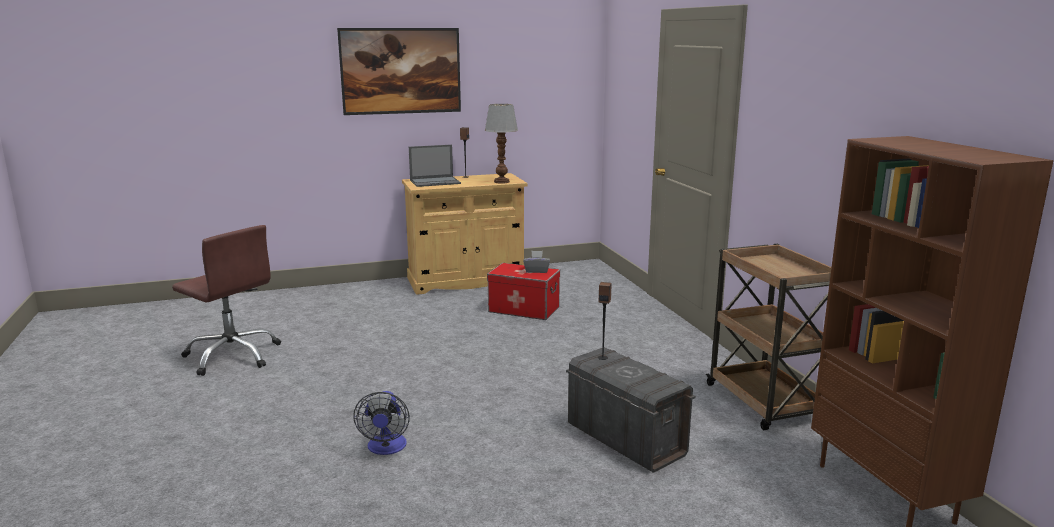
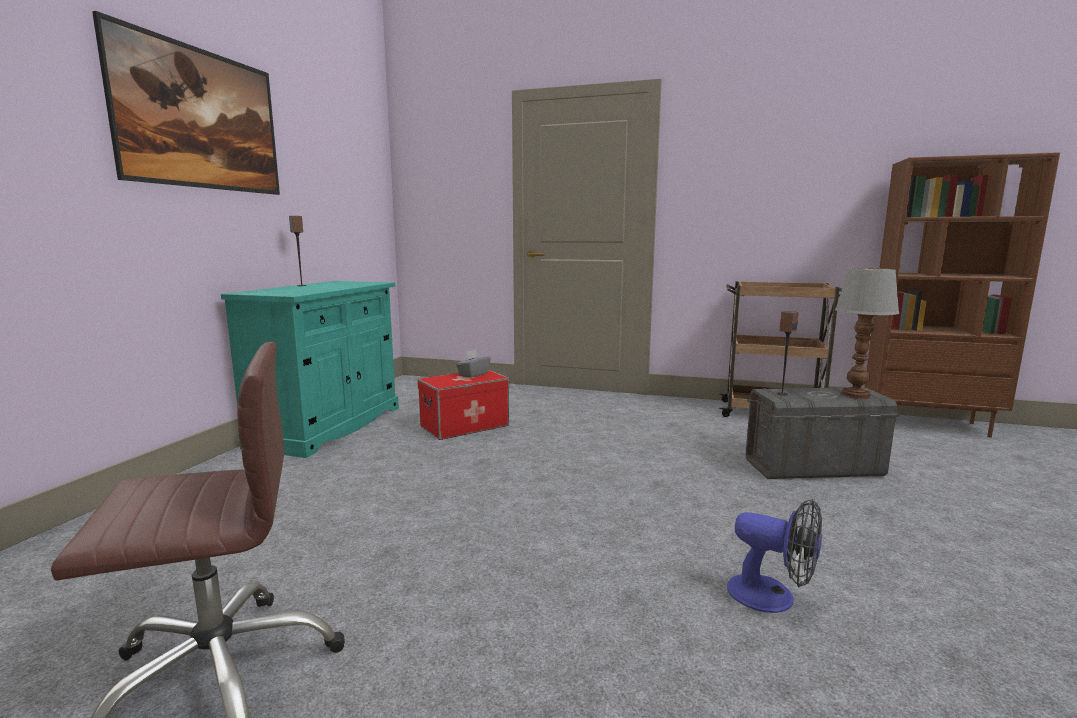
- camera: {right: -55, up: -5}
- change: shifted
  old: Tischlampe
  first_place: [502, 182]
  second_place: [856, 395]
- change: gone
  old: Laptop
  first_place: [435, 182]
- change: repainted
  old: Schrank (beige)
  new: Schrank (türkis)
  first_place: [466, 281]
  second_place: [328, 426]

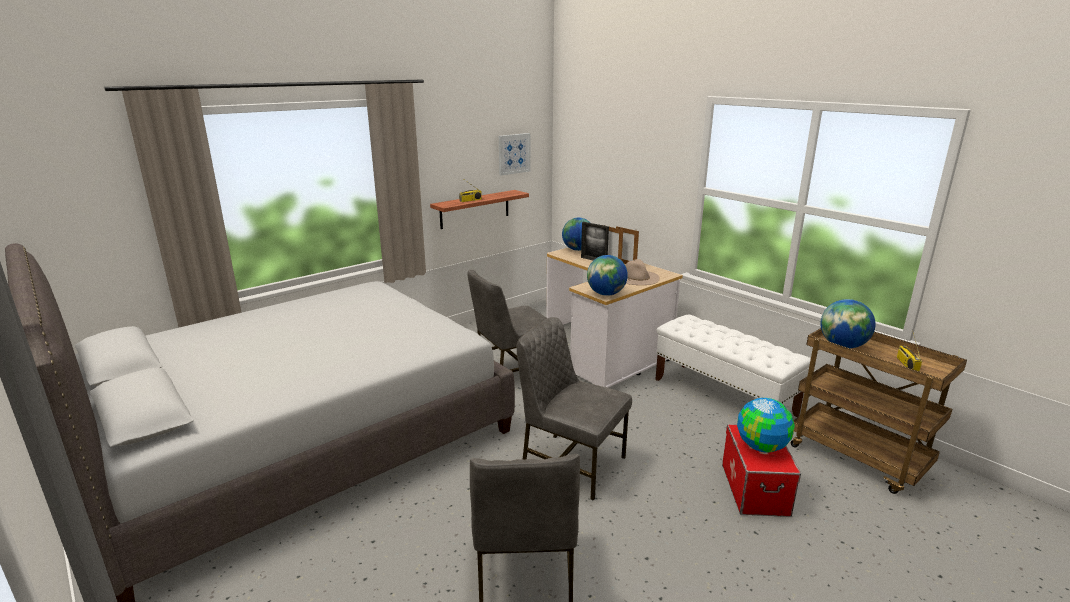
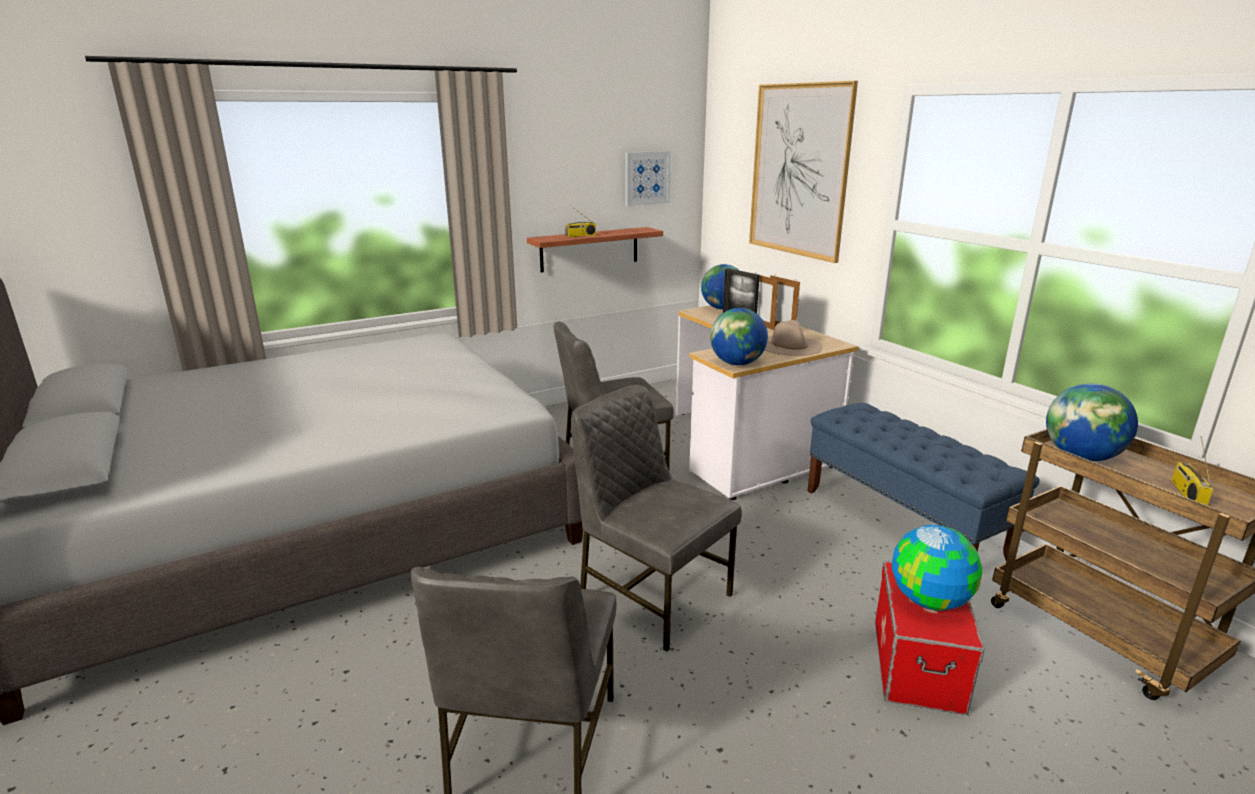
- camera: {right: 10, up: 0}
- change: repainted
  old: Bank (weiß)
  new: Bank (blau)
  first_place: [724, 397]
  second_place: [903, 523]
- change: new
  new: Bild
  second_place: [799, 171]

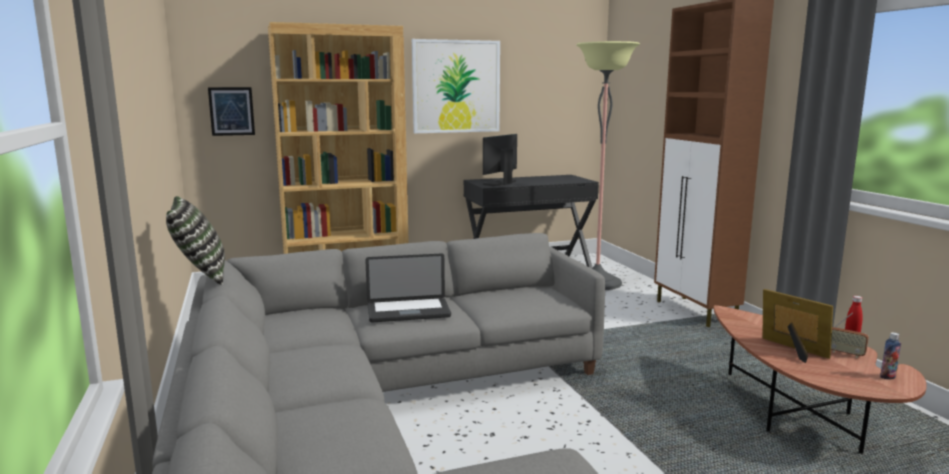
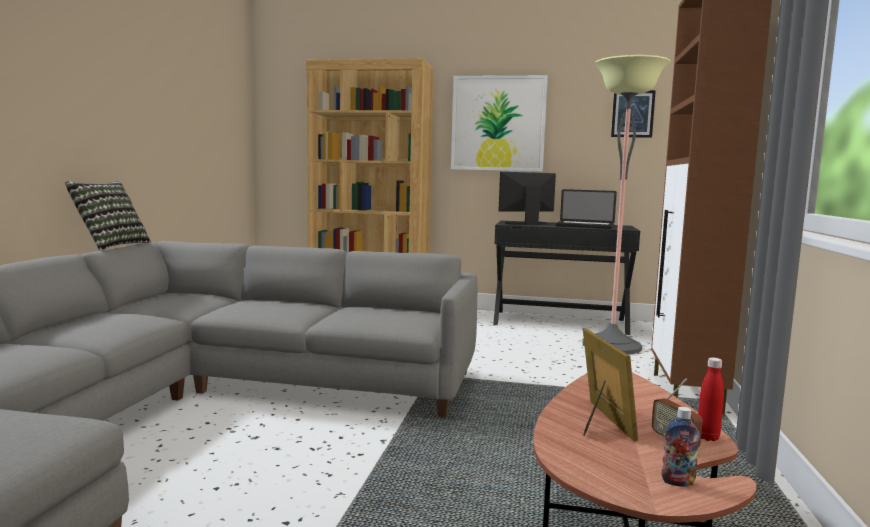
- camera: {right: 30, up: -5}
- change: shifted
  old: Bild
  first_place: [231, 111]
  second_place: [632, 114]
- change: shifted
  old: Laptop
  first_place: [408, 312]
  second_place: [585, 226]

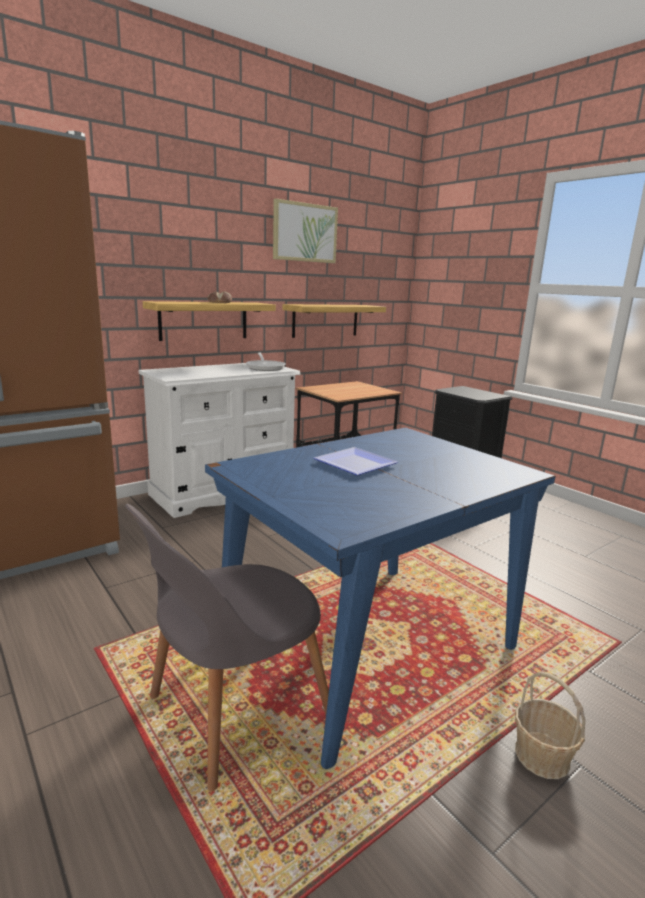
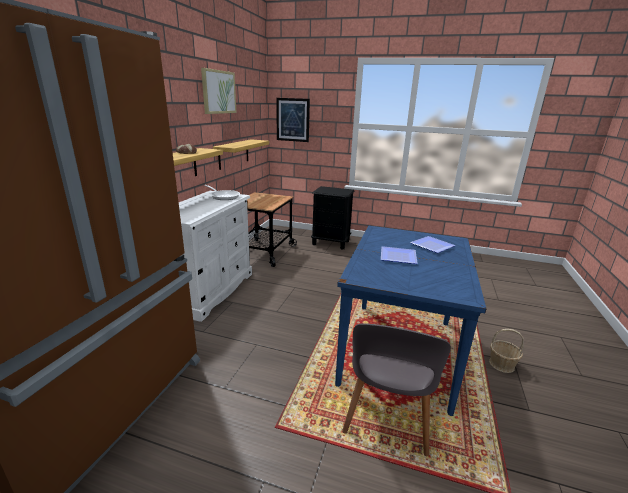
- camera: {right: -35, up: 5}
- change: new
  new: Bild
  second_place: [293, 120]
- change: new
  new: Teller
  second_place: [431, 245]

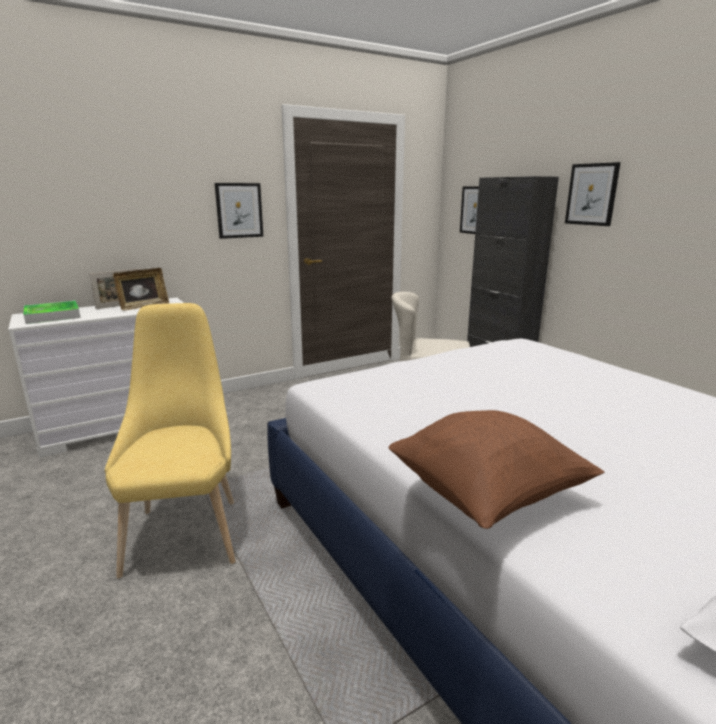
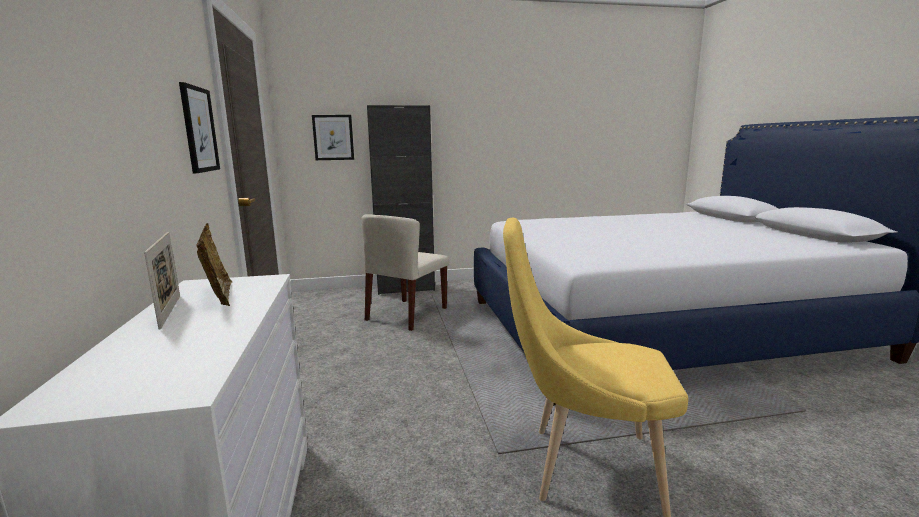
- camera: {right: -70, up: -5}
- change: gone
  old: Bild
  first_place: [591, 194]
- change: gone
  old: Tablett
  first_place: [52, 316]
- change: gone
  old: Kissen (braun)
  first_place: [487, 496]

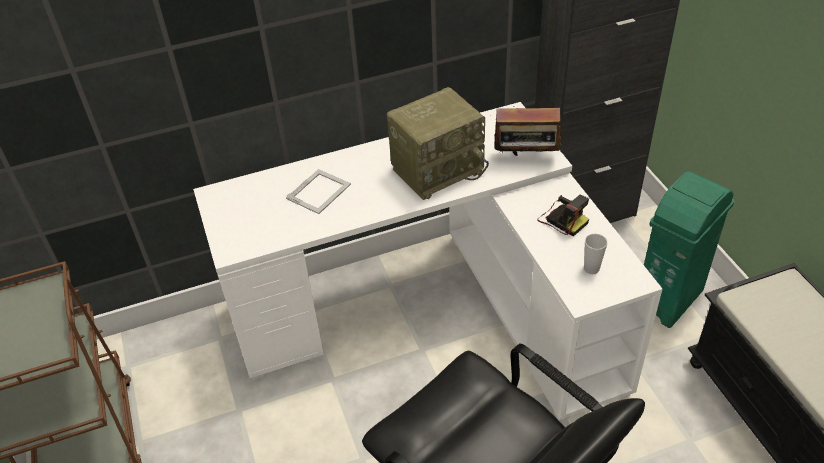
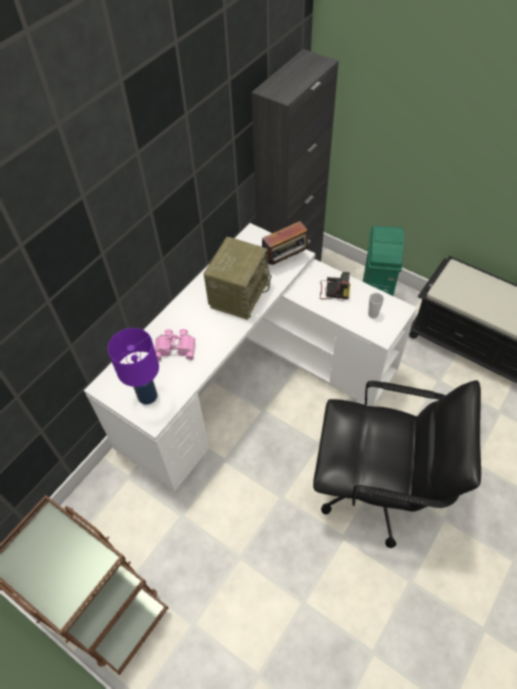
- camera: {right: -35, up: 10}
- change: swapped
  old: Bilderrahmen
  new: Fernglas (rosa)
  first_place: [319, 191]
  second_place: [175, 347]
- change: new
  new: Tischlampe (lila)
  second_place: [147, 396]

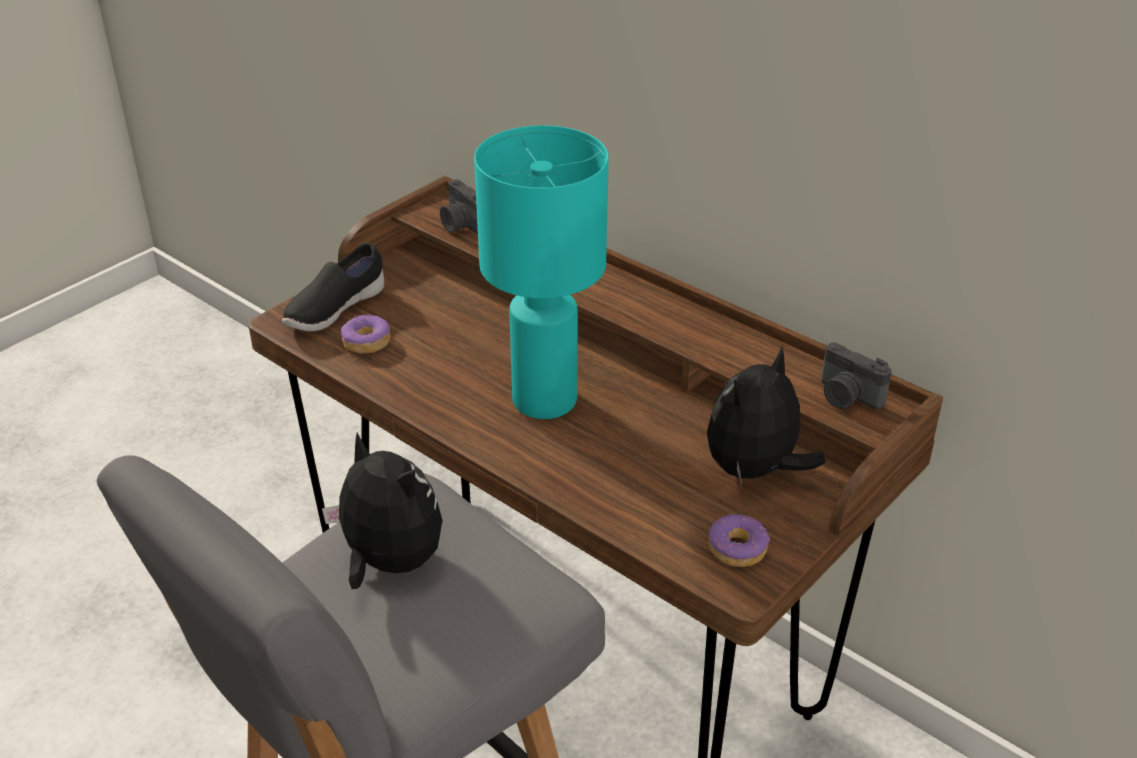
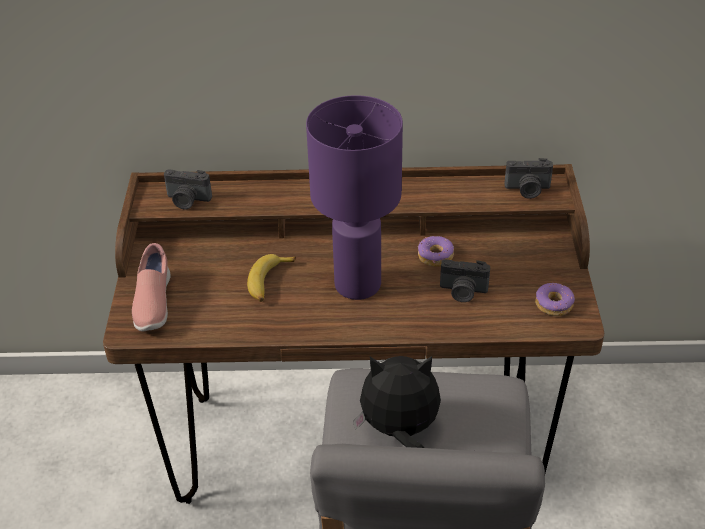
- camera: {right: -40, up: 5}
- change: repainted
  old: Tischlampe (türkis)
  new: Tischlampe (lila)
  first_place: [543, 401]
  second_place: [358, 285]
- change: repainted
  old: Schuh (schwarz)
  new: Schuh (rosa)
  first_place: [334, 310]
  second_place: [153, 304]
- change: shifted
  old: Donut
  first_place: [366, 342]
  second_place: [435, 256]
- change: gone
  old: Plüschtier
  first_place: [754, 471]
- change: new
  new: Banane
  second_place: [269, 282]
- change: new
  new: Kamera
  second_place: [463, 292]

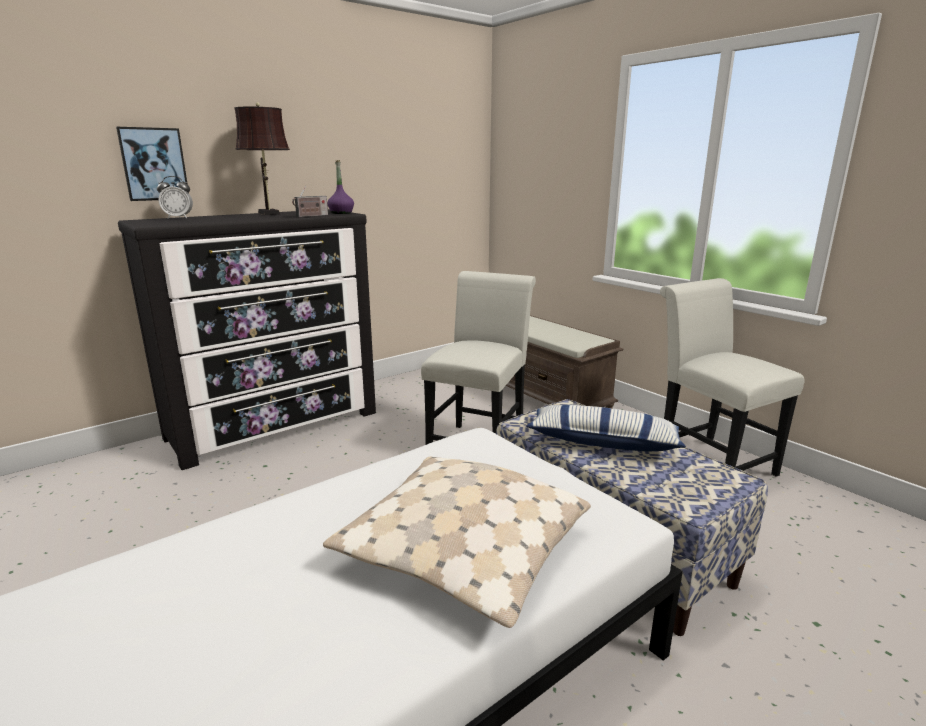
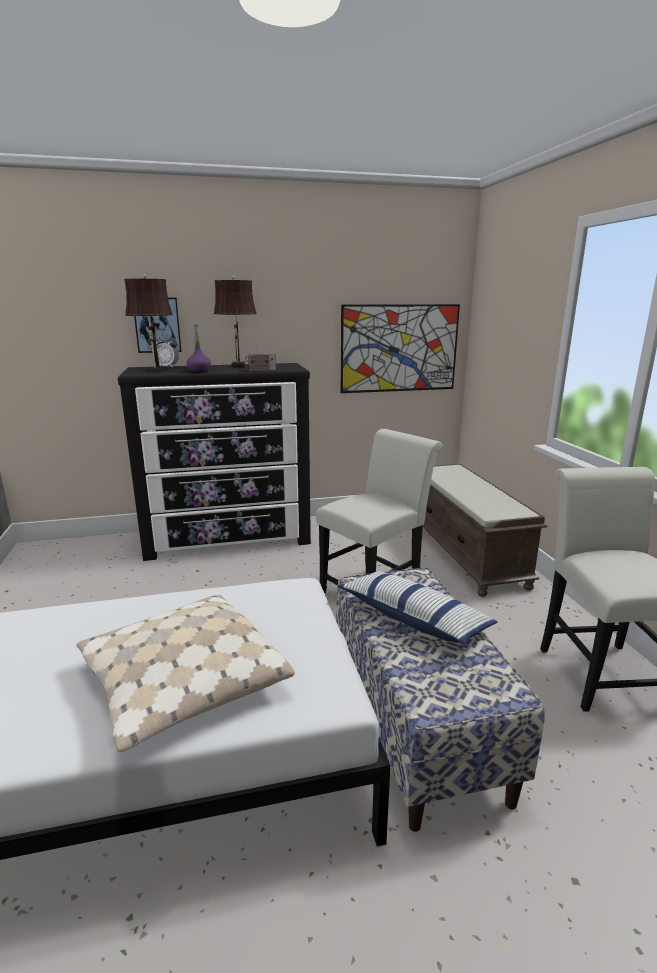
- camera: {right: 25, up: 0}
- change: shifted
  old: Flasche (lila)
  first_place: [341, 213]
  second_place: [199, 371]
- change: new
  new: Tischlampe (braun)
  second_place: [155, 371]
- change: new
  new: Bild
  second_place: [399, 348]

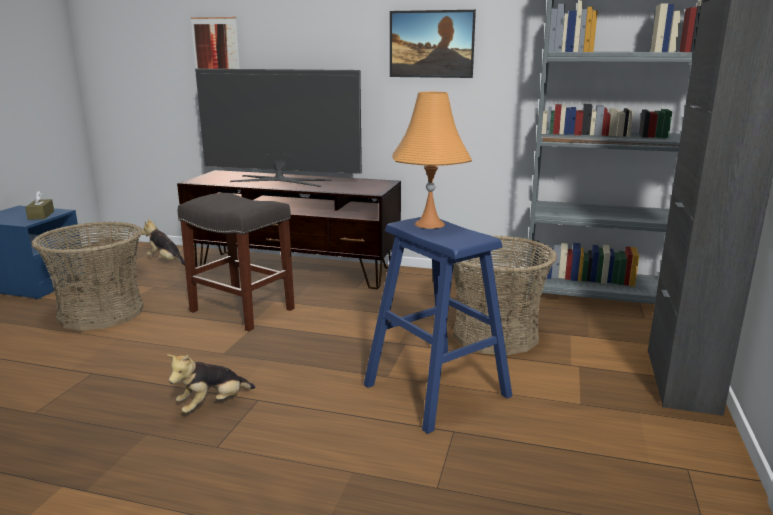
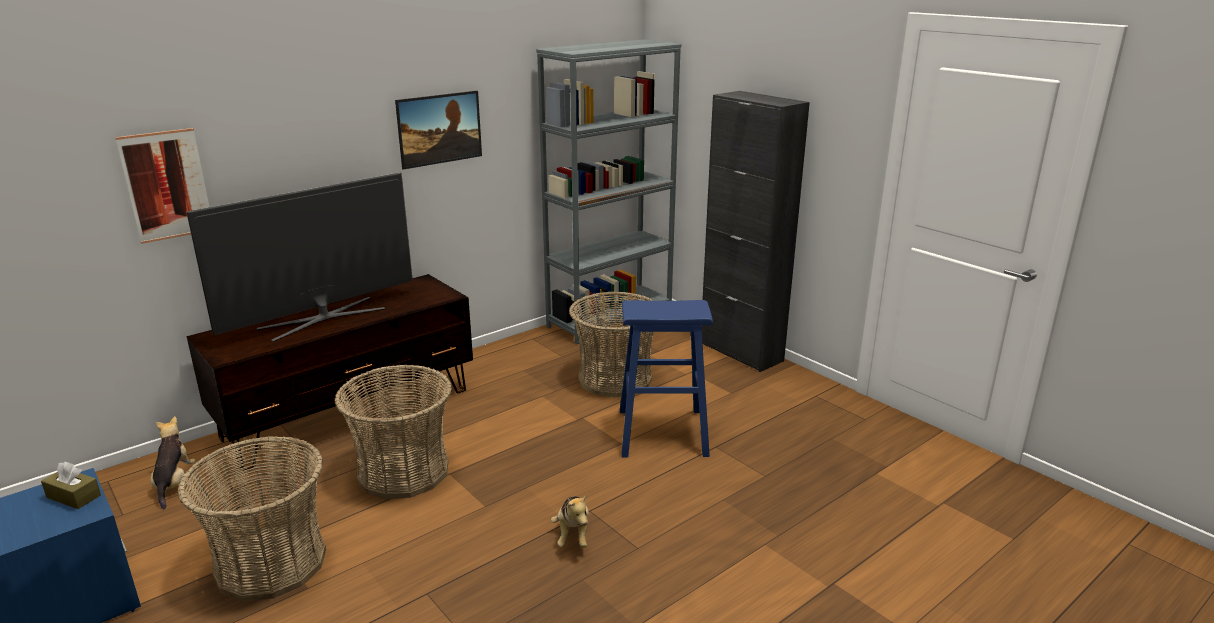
- camera: {right: -55, up: 5}
- change: gone
  old: Tischlampe (orange)
  first_place: [430, 224]
- change: swapped
  old: Hocker (grau)
  new: Korb
  first_place: [240, 310]
  second_place: [403, 472]
- change: rotated
  old: Plüschtier
  first_place: [166, 261]
  second_place: [174, 484]
  degrees: 105

